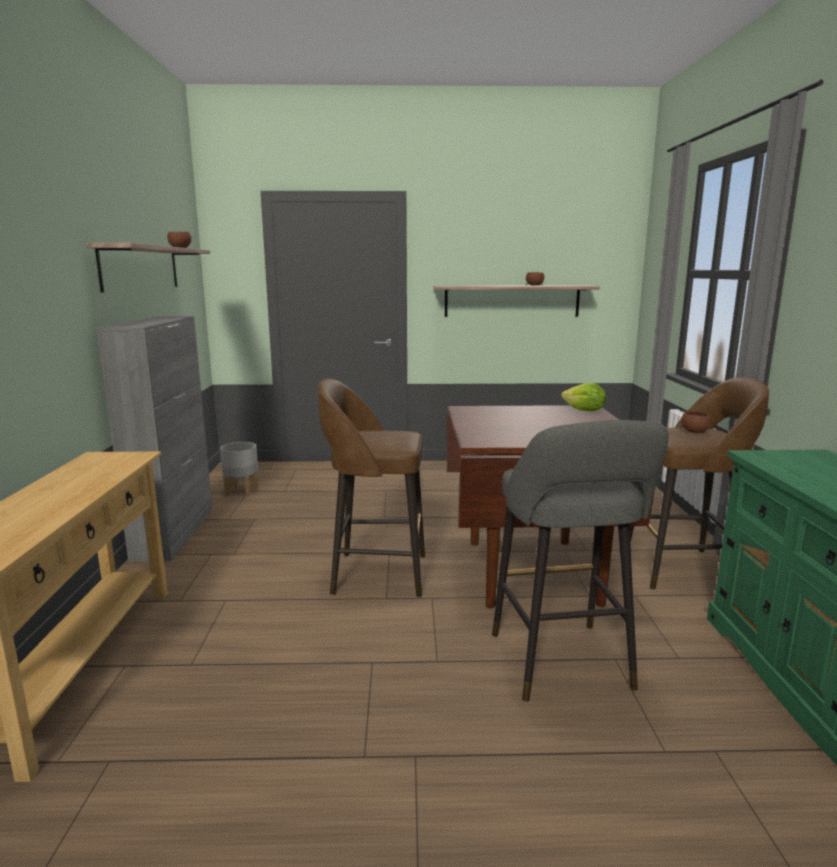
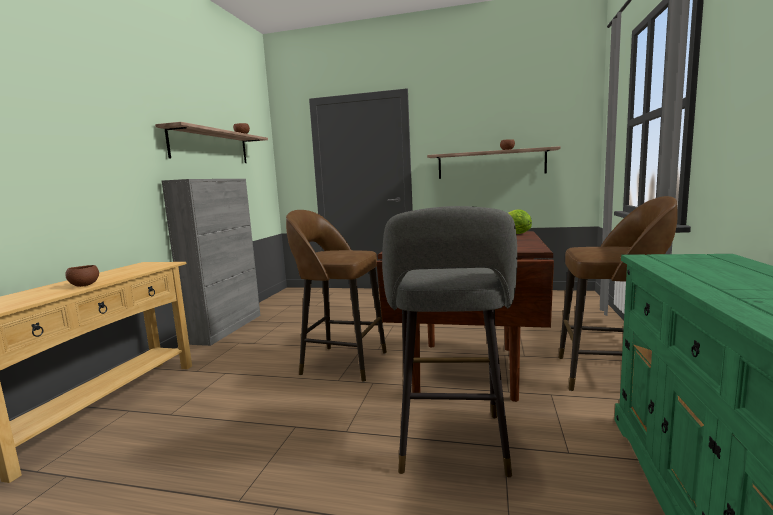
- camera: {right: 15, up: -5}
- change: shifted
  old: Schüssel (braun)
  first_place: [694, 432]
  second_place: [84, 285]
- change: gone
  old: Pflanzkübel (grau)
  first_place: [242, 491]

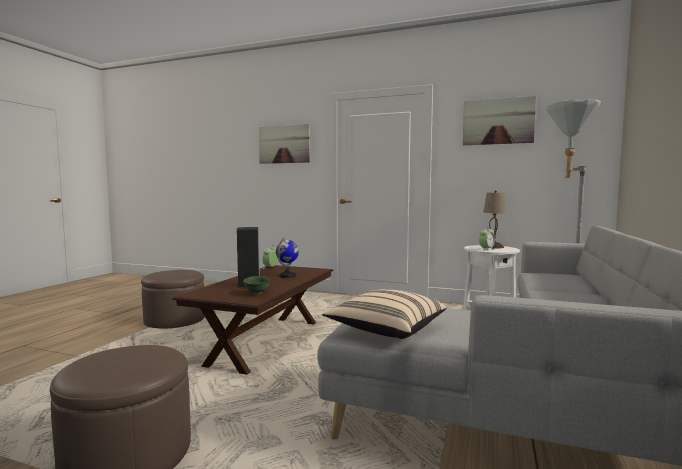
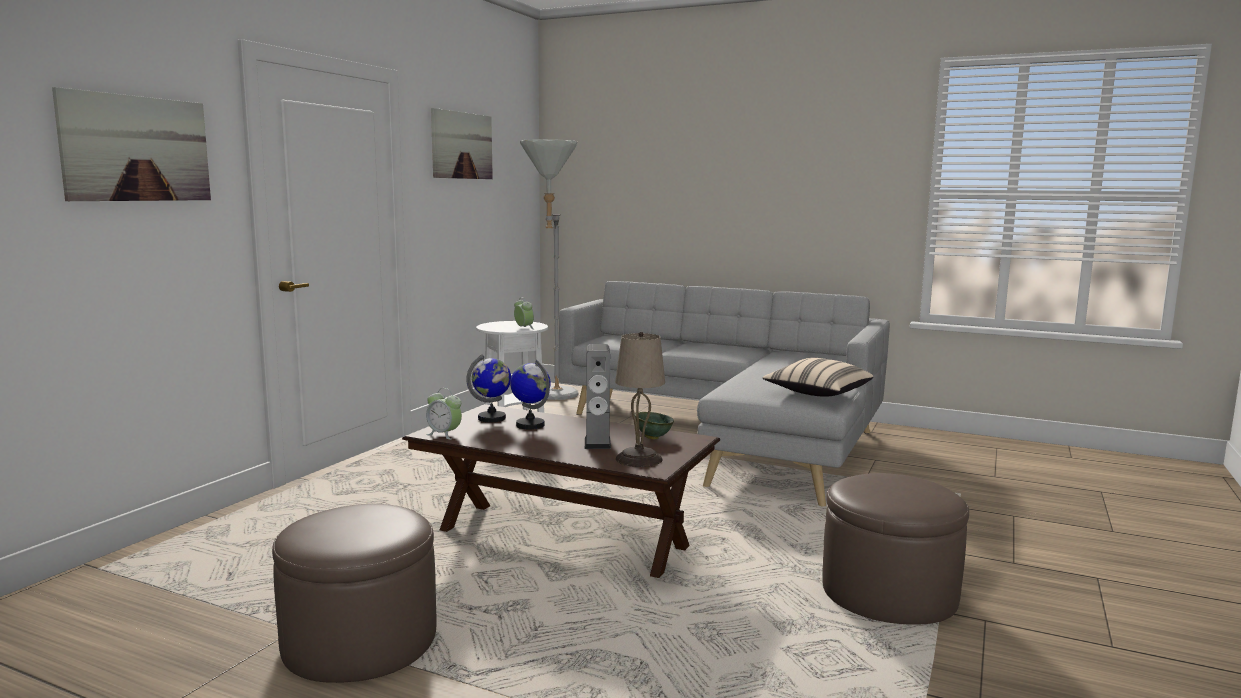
- camera: {right: -85, up: 5}
- change: shifted
  old: Tischlampe (beige)
  first_place: [493, 247]
  second_place: [638, 459]
- change: new
  new: Globus
  second_place: [492, 418]

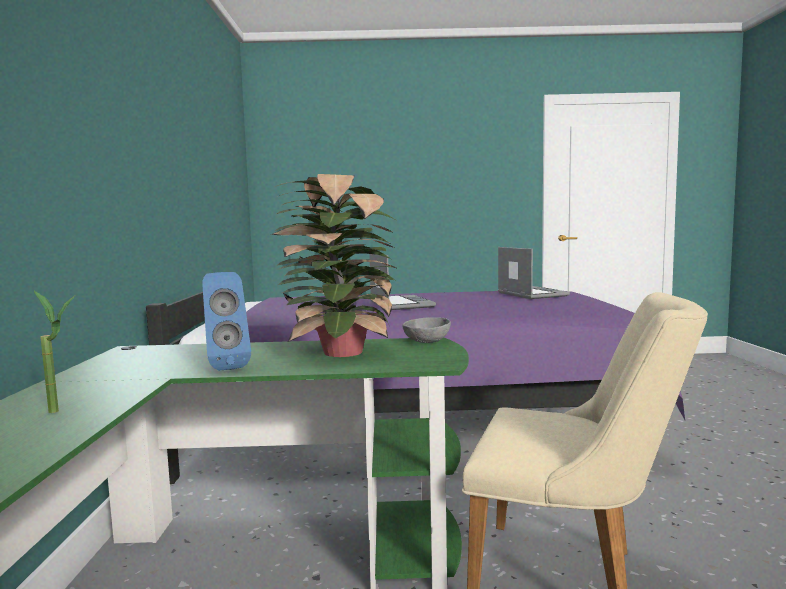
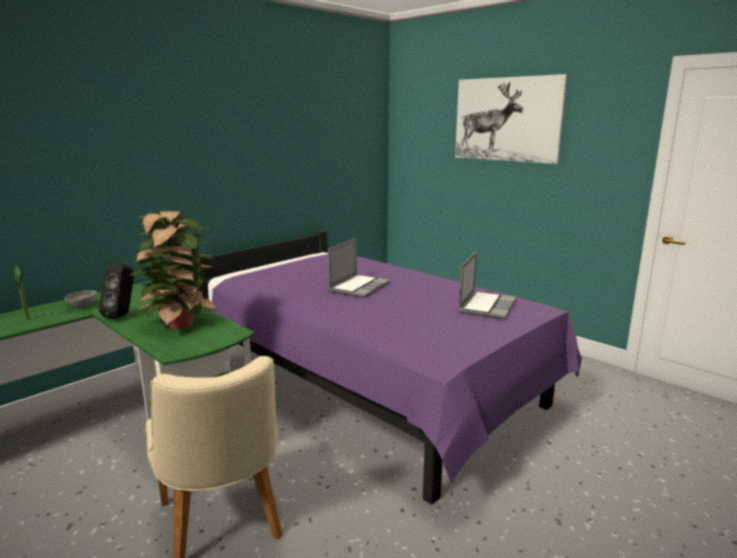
- camera: {right: 45, up: 10}
- change: repainted
  old: Lautsprecher (blau)
  new: Lautsprecher (schwarz)
  first_place: [227, 367]
  second_place: [122, 315]
- change: shifted
  old: Schüssel (grau)
  first_place: [426, 342]
  second_place: [82, 306]
- change: new
  new: Bild
  second_place: [507, 119]

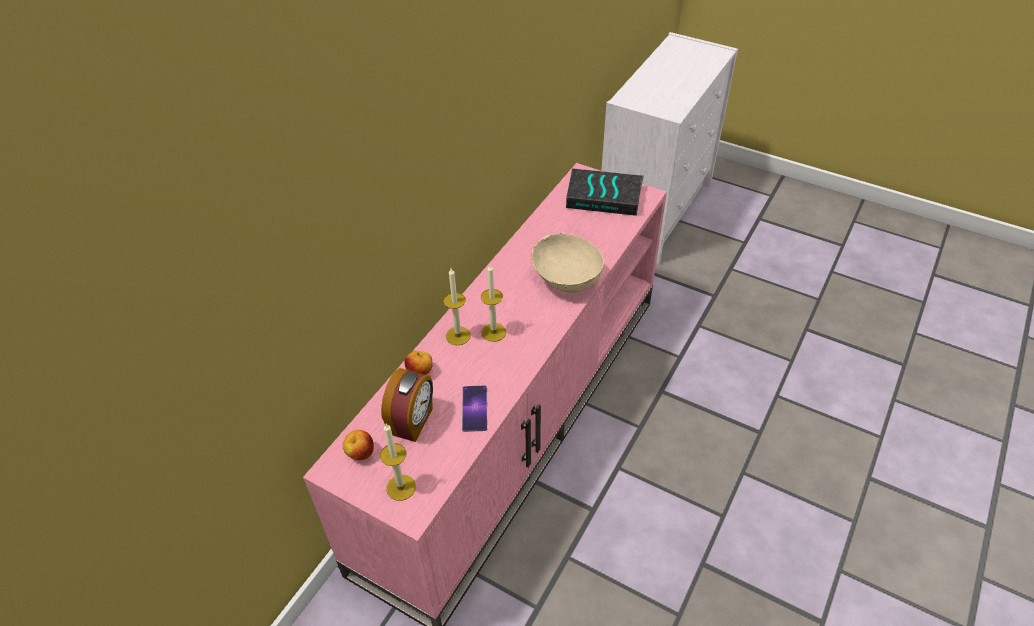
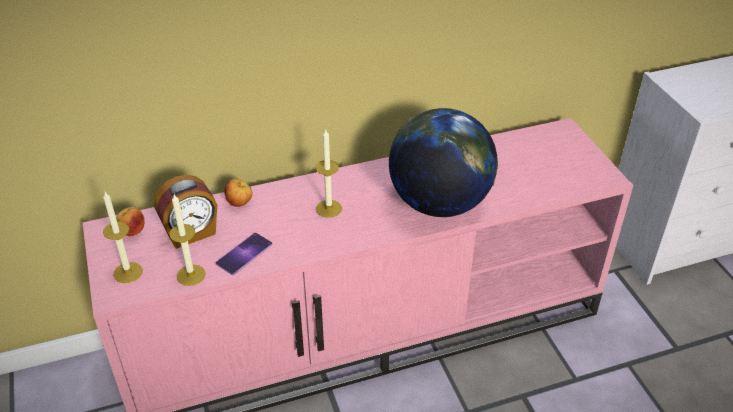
- camera: {right: 40, up: -5}
- change: gone
  old: Buch
  first_place: [605, 196]
- change: swapped
  old: Schüssel (beige)
  new: Globus
  first_place: [565, 279]
  second_place: [439, 204]
- change: shifted
  old: Kerze
  first_place: [458, 335]
  second_place: [191, 275]

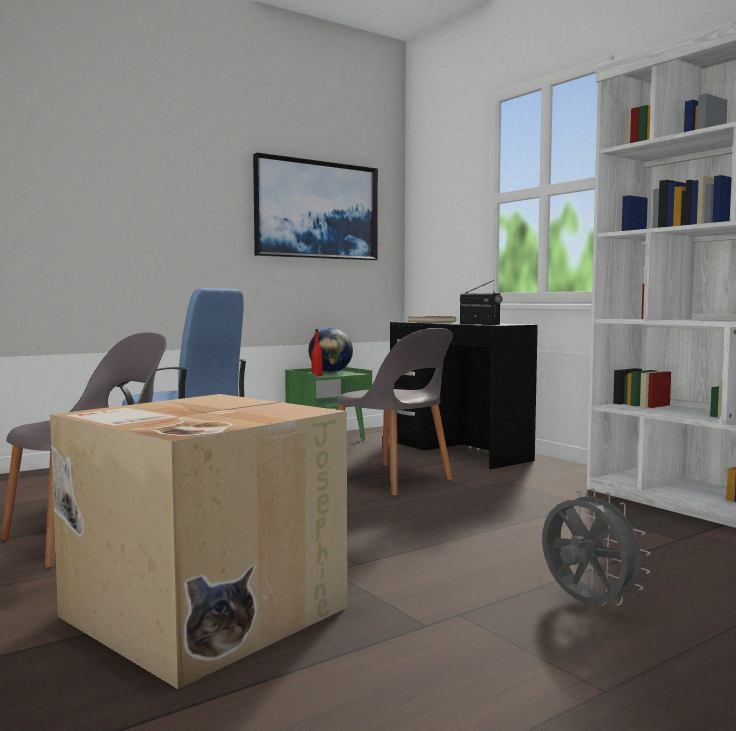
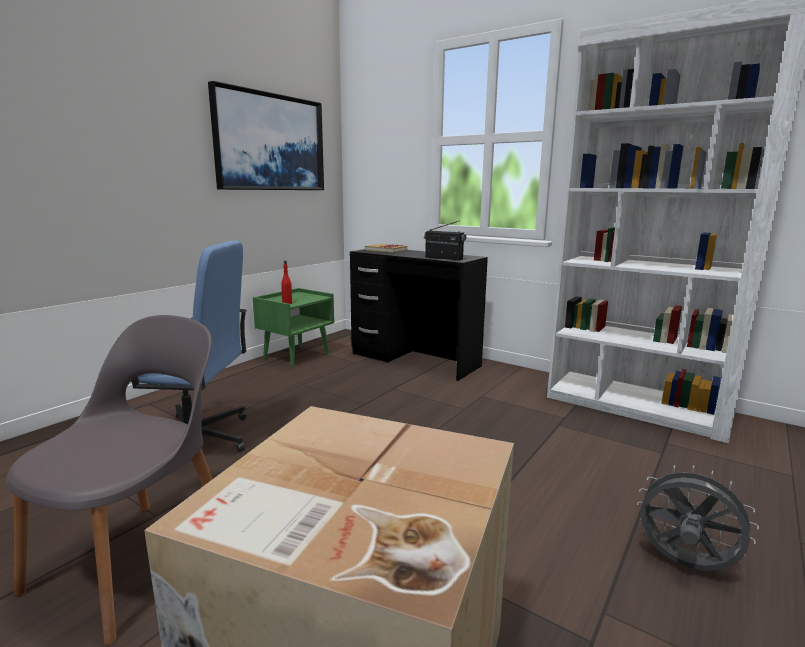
- camera: {right: -20, up: 10}
- change: gone
  old: Globus
  first_place: [330, 372]
- change: gone
  old: Stuhl (grau)
  first_place: [392, 480]

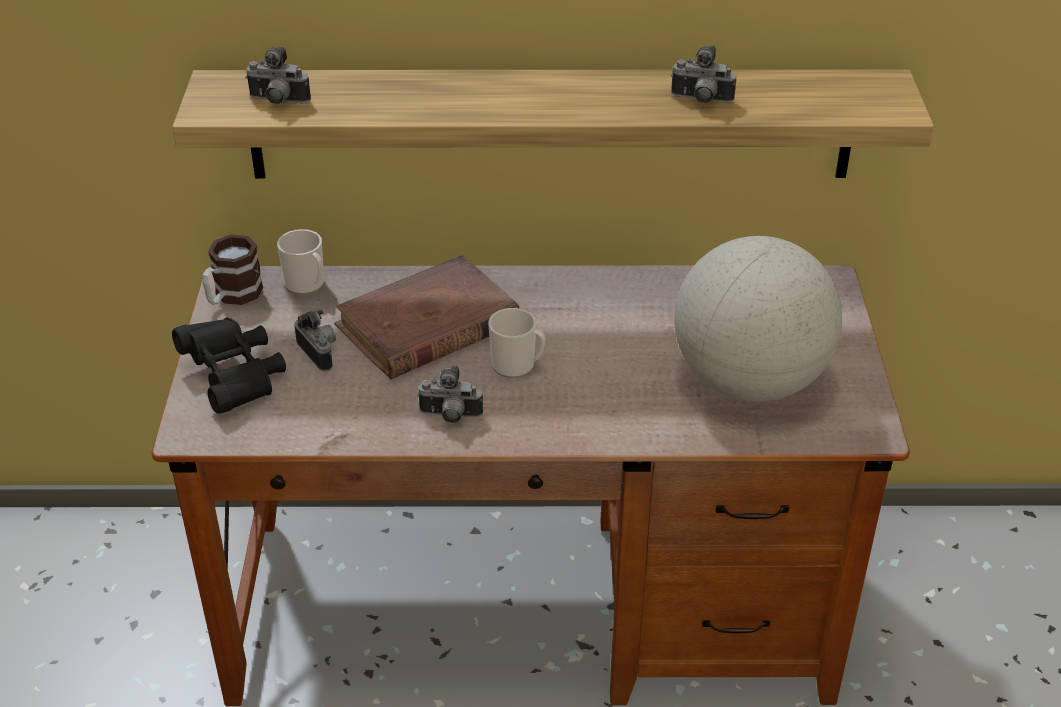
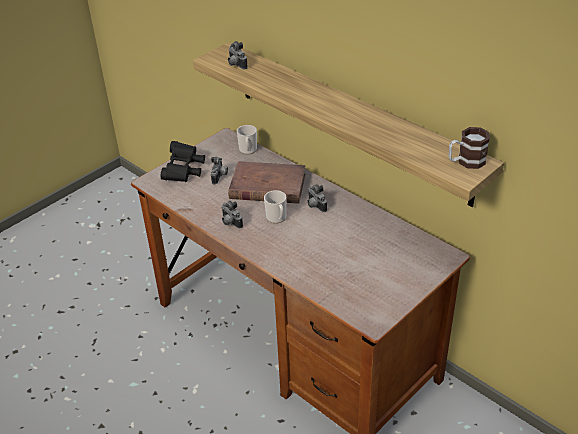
- camera: {right: 45, up: 0}
- change: shifted
  old: Kamera
  first_place: [701, 101]
  second_place: [315, 206]
- change: shifted
  old: Henkelbecher
  first_place: [232, 296]
  second_place: [466, 162]
- change: gone
  old: Globus
  first_place: [749, 381]

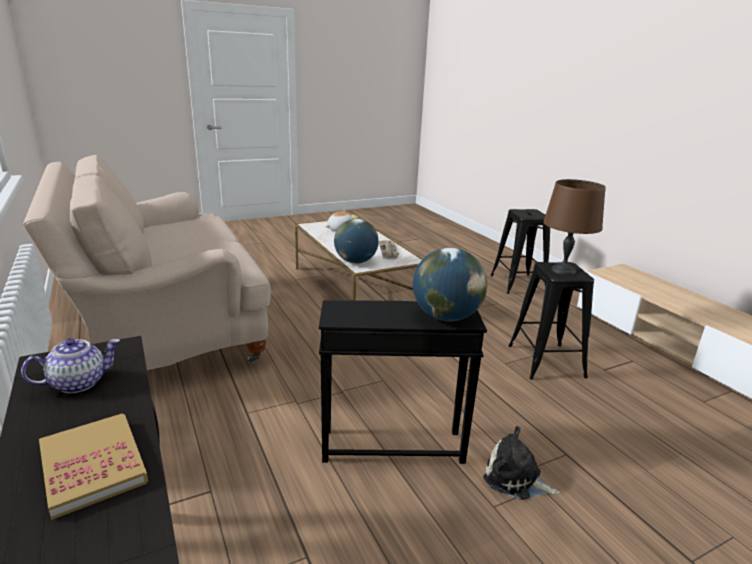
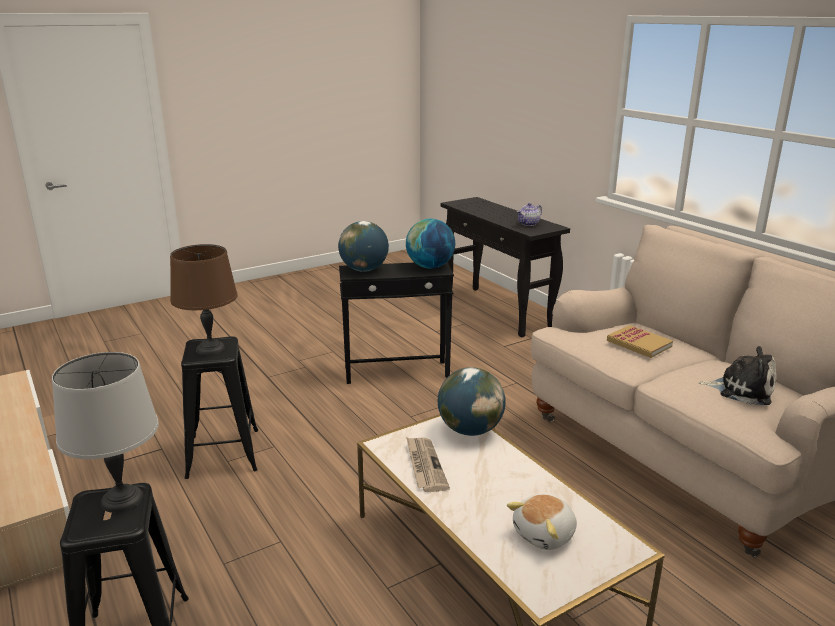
- camera: {right: 175, up: 0}
- change: shifted
  old: Buch
  first_place: [93, 465]
  second_place: [639, 344]
- change: shifted
  old: Plüschtier
  first_place: [515, 479]
  second_place: [741, 389]
- change: new
  new: Globus
  second_place: [430, 267]
- change: new
  new: Tischlampe (grau)
  second_place: [123, 499]

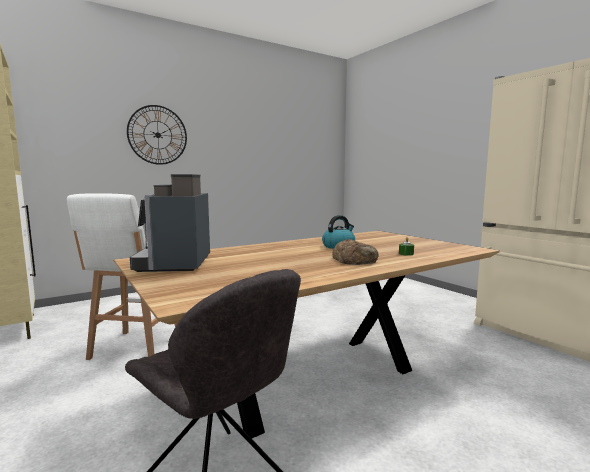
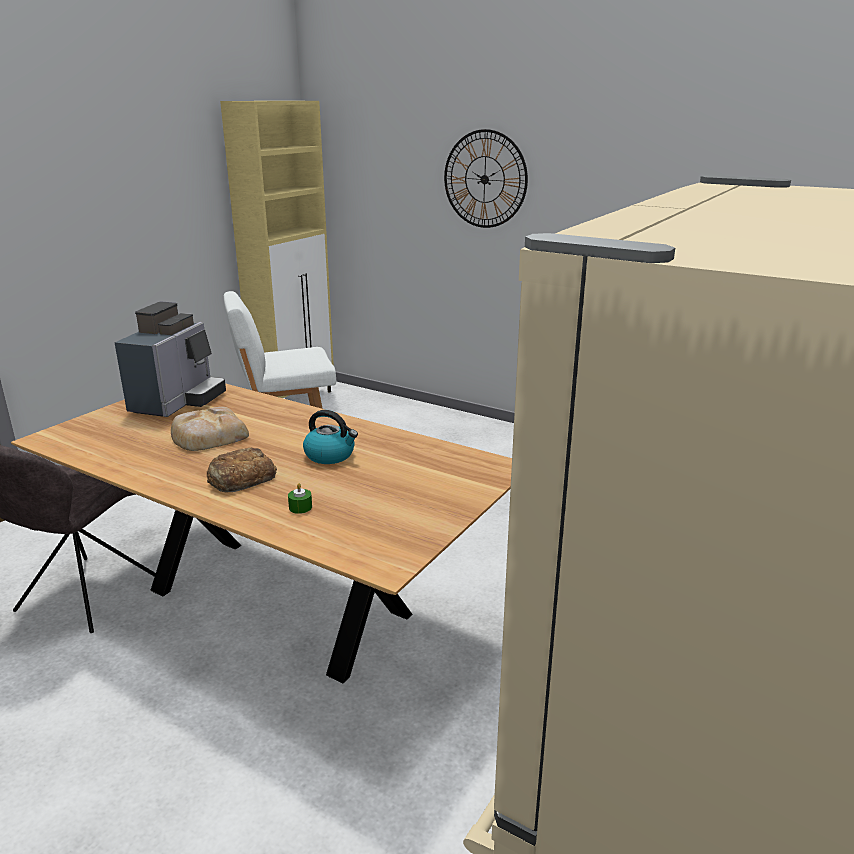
- camera: {right: 65, up: 15}
- change: rotated
  old: Kaffeemaschine
  first_place: [176, 264]
  second_place: [178, 401]
  degrees: 135
- change: new
  new: Brot
  second_place: [208, 436]

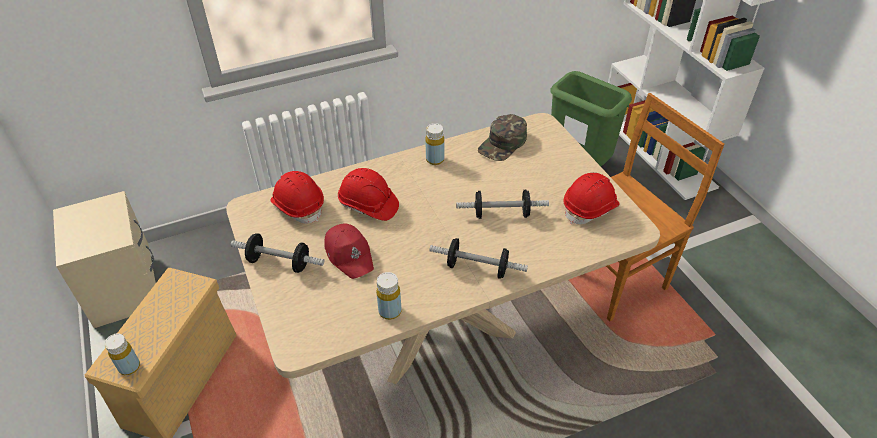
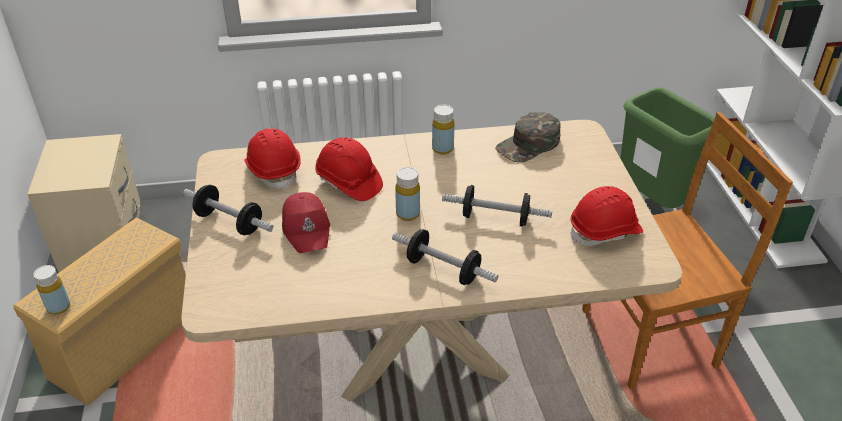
- camera: {right: 15, up: -5}
- change: shifted
  old: Flasche (gelb)
  first_place: [390, 311]
  second_place: [408, 214]

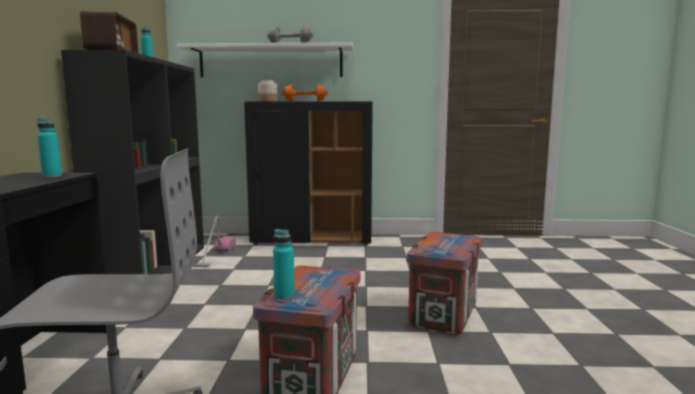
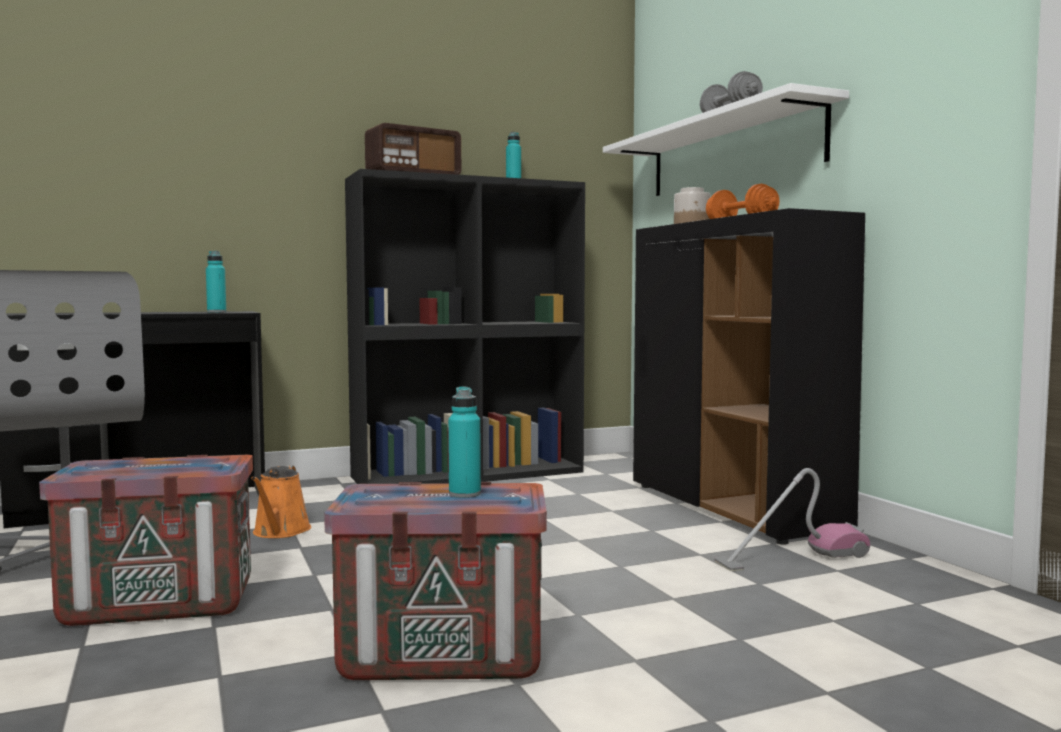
- camera: {right: 65, up: -5}
- change: shifted
  old: Staubsauger
  first_place: [215, 256]
  second_place: [792, 558]
- change: shifted
  old: Flasche (türkis)
  first_place: [284, 296]
  second_place: [464, 494]
- change: new
  new: Gießkanne (orange)
  second_place: [280, 532]

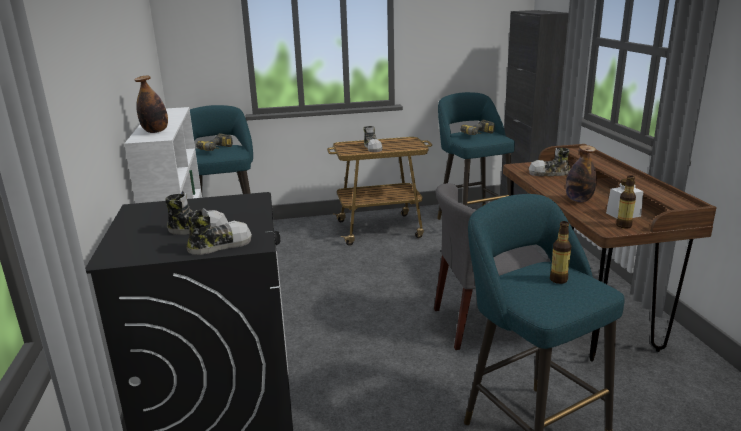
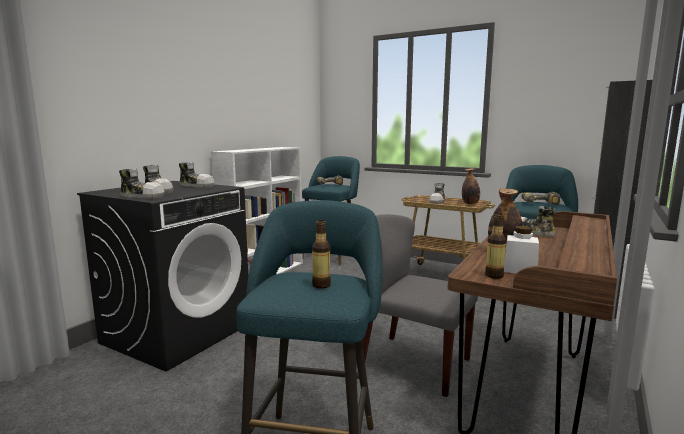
- camera: {right: 40, up: -10}
- change: shifted
  old: Flasche
  first_place: [155, 131]
  second_place: [470, 203]
- change: new
  new: Schuh
  second_place: [197, 186]

